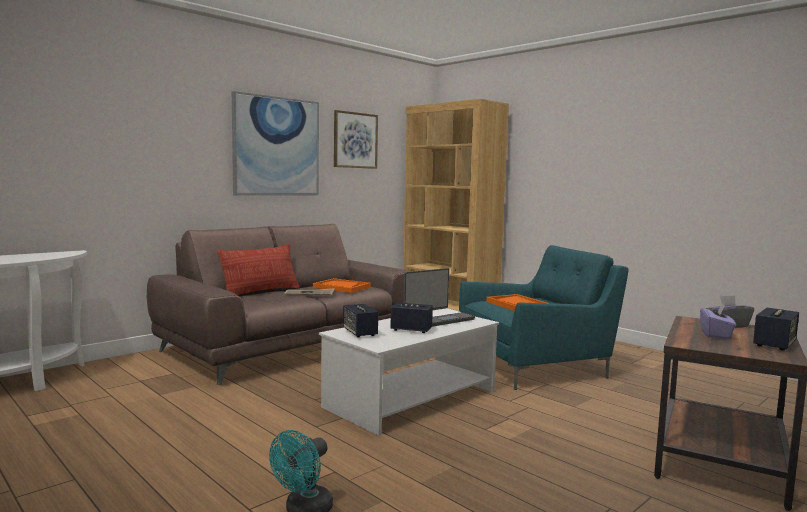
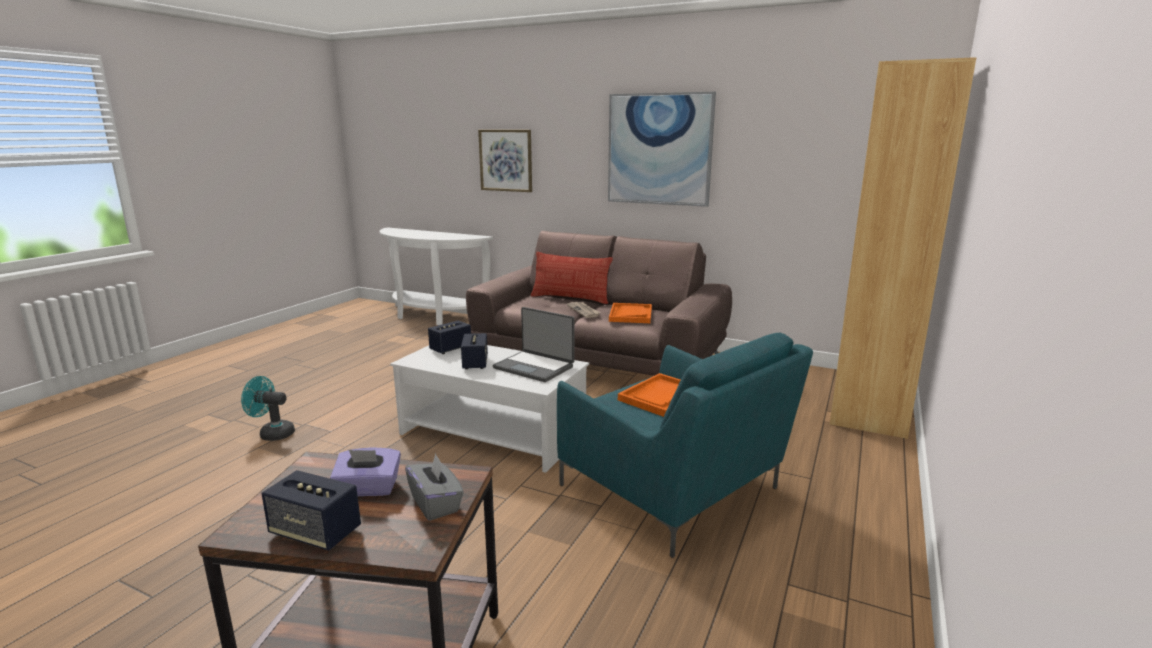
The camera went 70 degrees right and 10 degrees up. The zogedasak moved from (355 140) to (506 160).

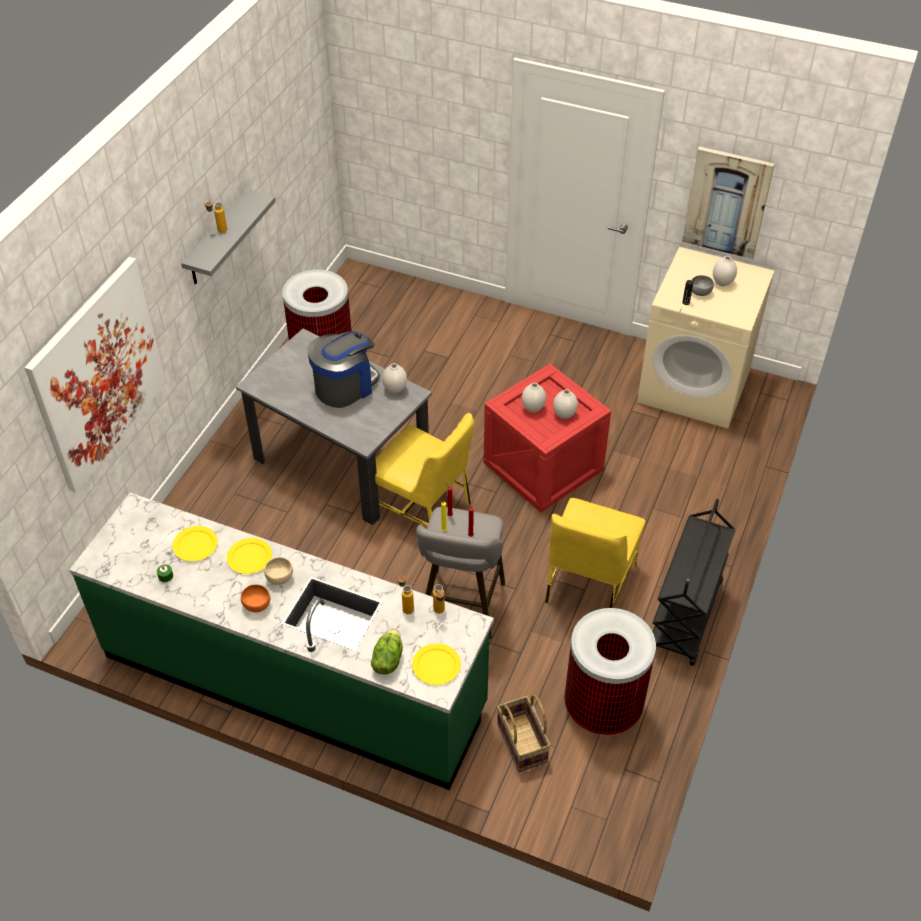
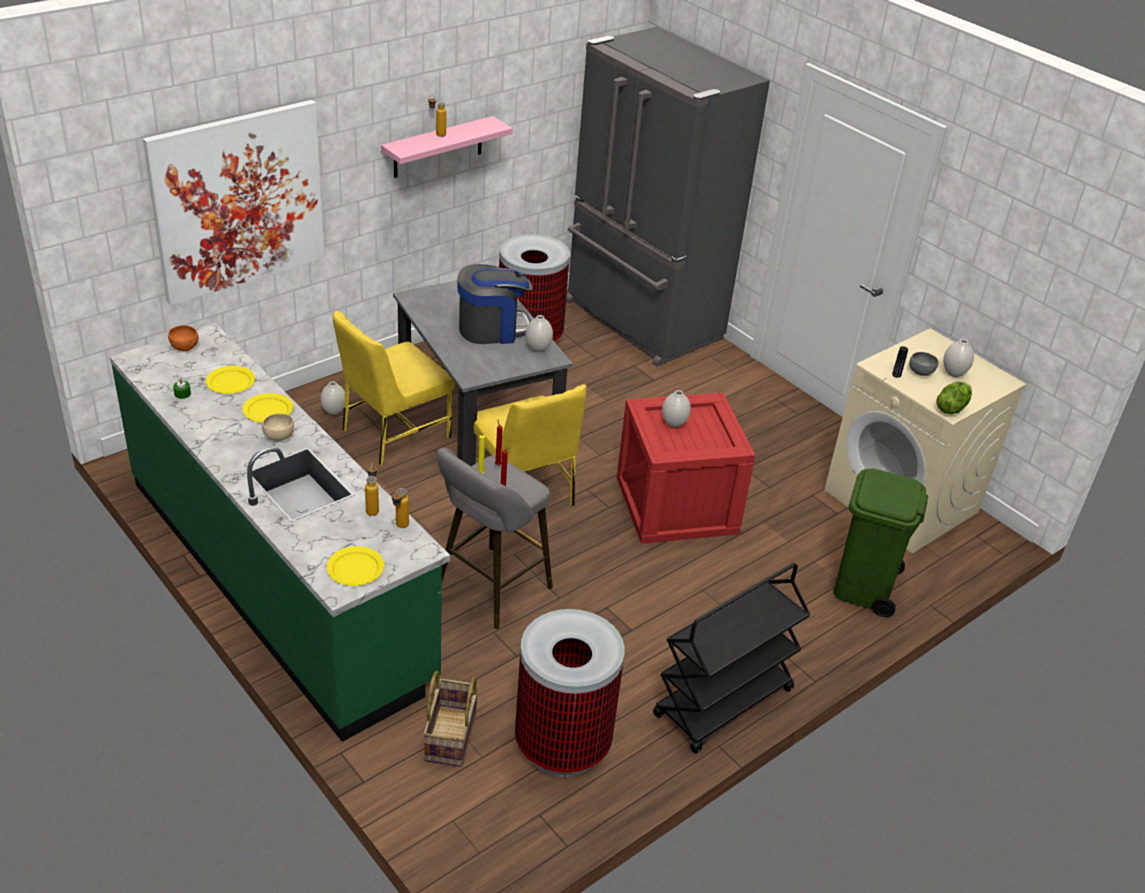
The camera went 25 degrees right and 10 degrees down. The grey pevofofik at (217 239) became the pink pevofofik at (438 147). The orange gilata moved from (257 605) to (185 347). The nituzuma moved from (387 660) to (951 408). The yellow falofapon moved from (588 584) to (393 433). The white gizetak moved from (564 415) to (334 411). The zogedasak at (727 202) disappeared. The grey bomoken at (641 321) appeared. The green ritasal at (863 587) appeared.

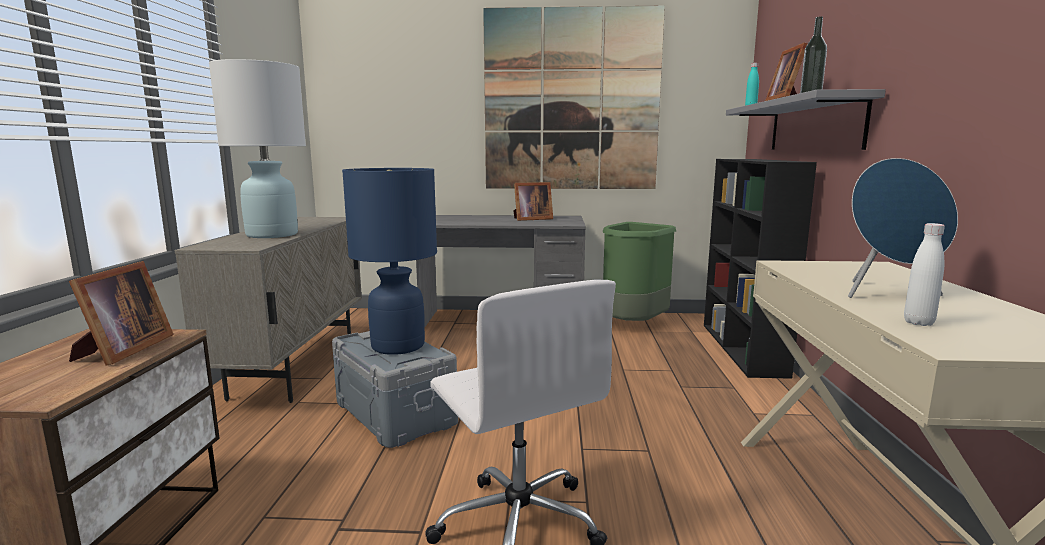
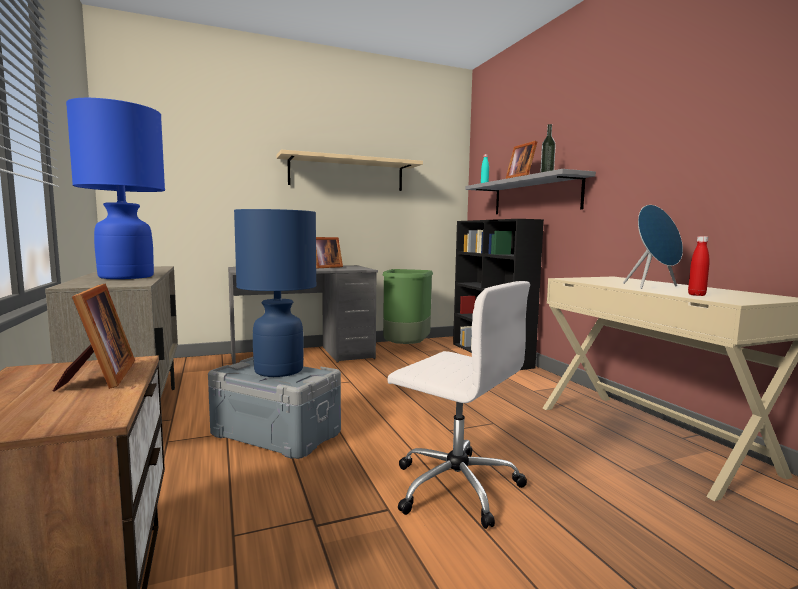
The camera went 25 degrees left and 5 degrees down. The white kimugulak at (271 235) became the blue kimugulak at (126 277). The zogedasak at (571 101) was replaced by the beige pevofofik at (347 174). The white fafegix at (918 322) became the red fafegix at (696 295).

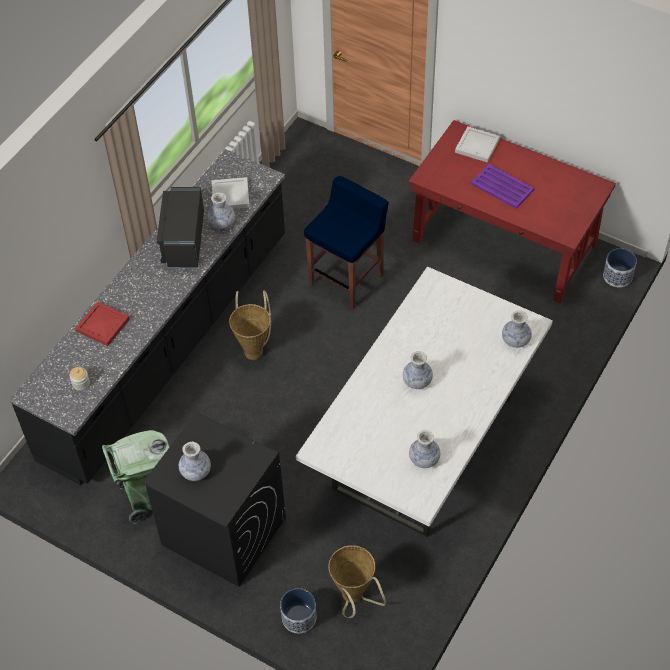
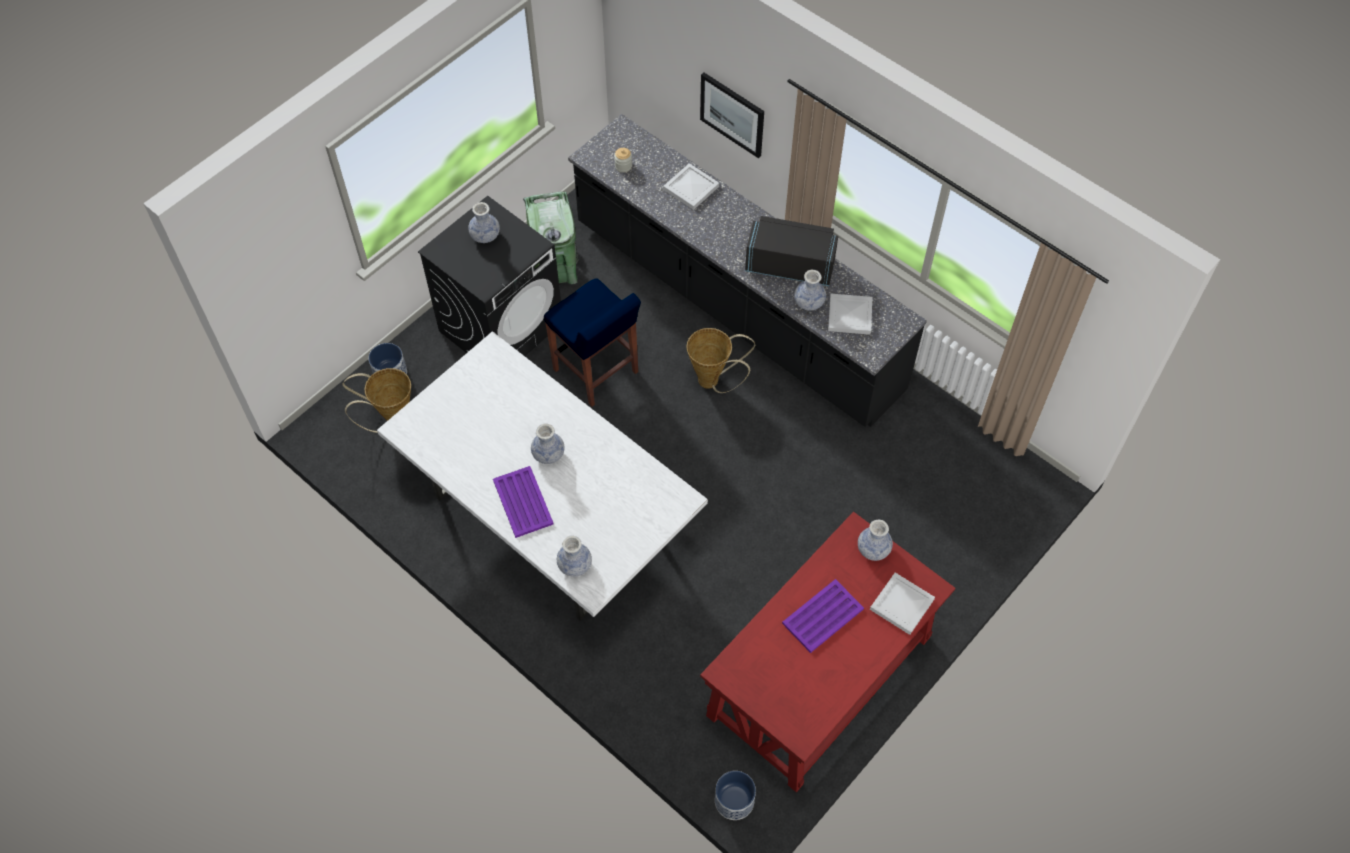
The camera went 100 degrees right and 5 degrees up. The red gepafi at (103 326) became the white gepafi at (690 188). The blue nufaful moved from (347 279) to (596 372). The gizetak moved from (424 459) to (873 549). The purple gepafi at (523 501) appeared. The zogedasak at (732 114) appeared.

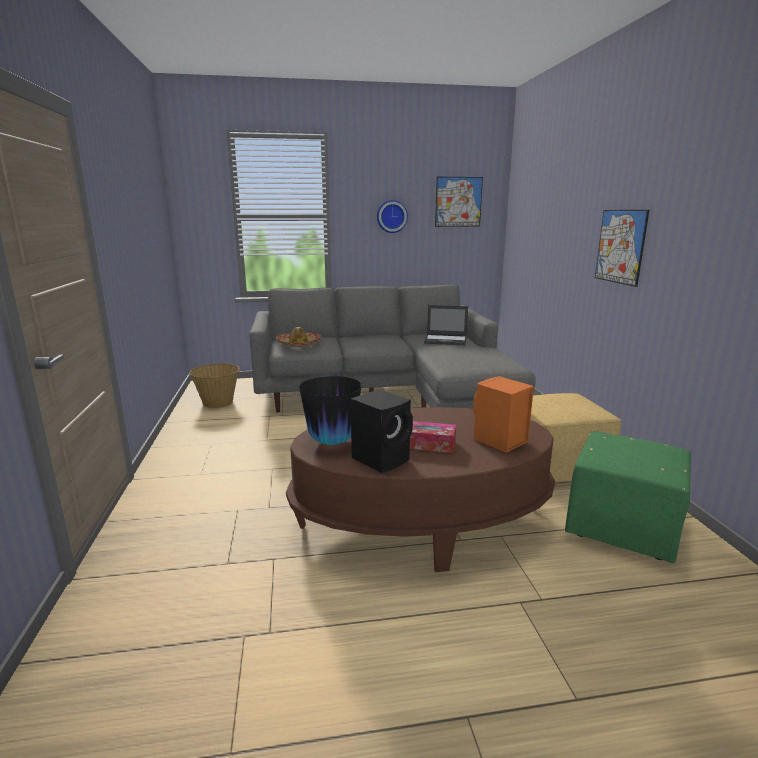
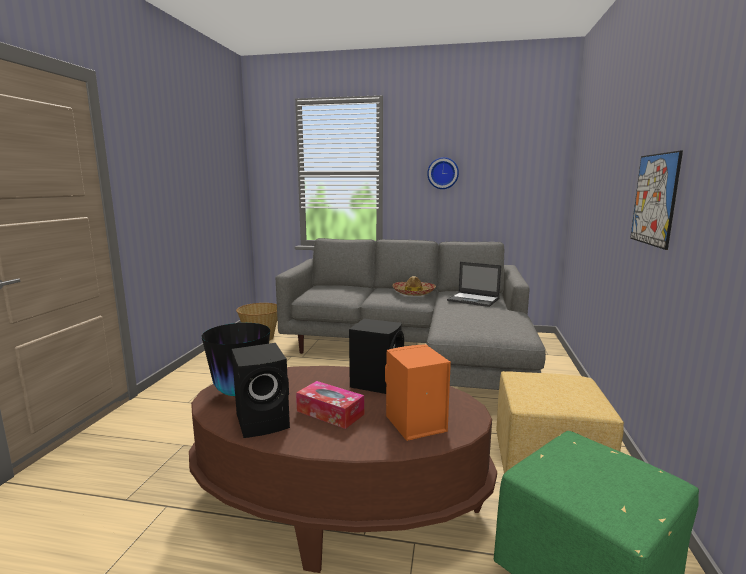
The camera went 20 degrees right and 5 degrees down. The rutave moved from (299 344) to (413 293). The zogedasak at (458 202) disappeared. The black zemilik at (377 383) appeared.

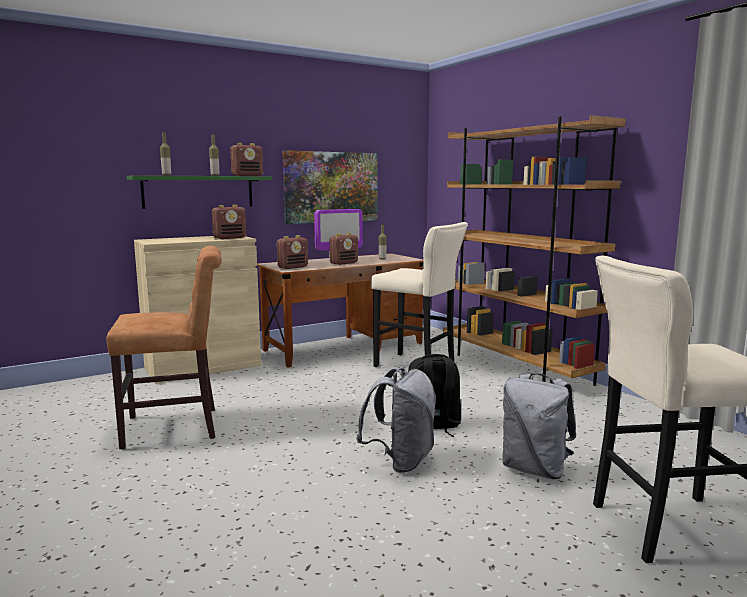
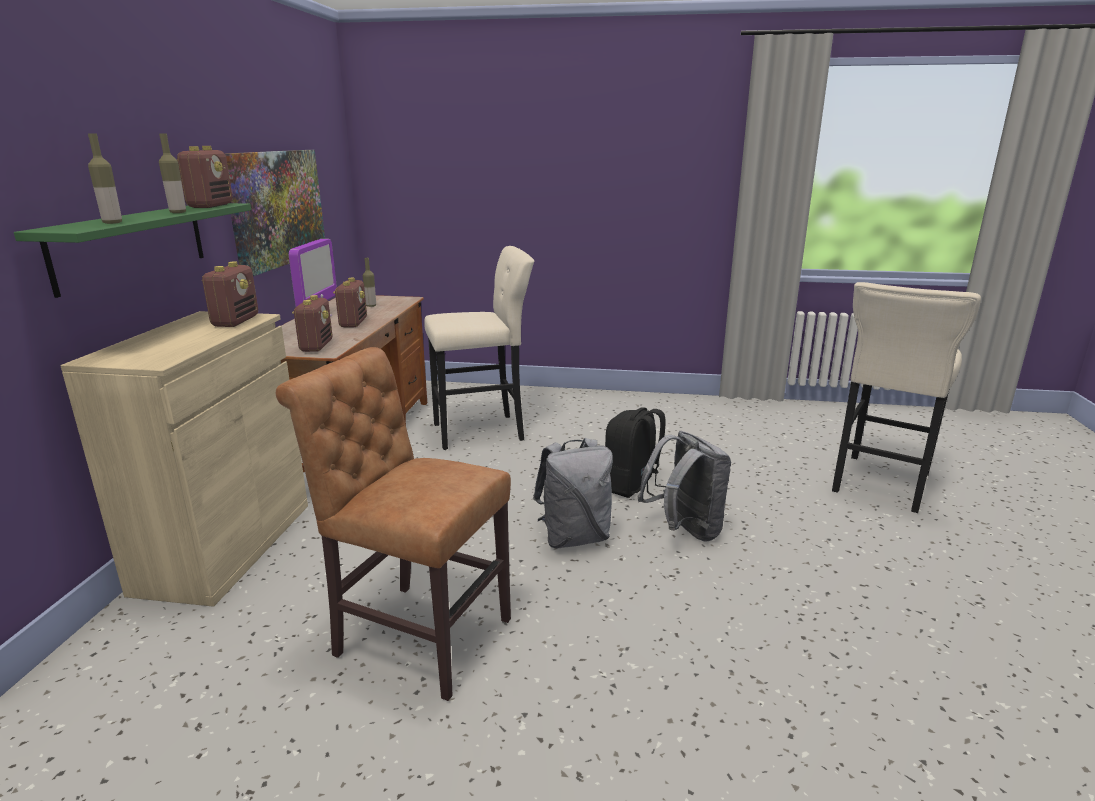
The camera went 50 degrees left and 10 degrees up. The brown falofapon at (177 427) turned 90 degrees counterclockwise. The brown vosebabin at (515 366) disappeared. The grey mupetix moved from (535 469) to (574 537).

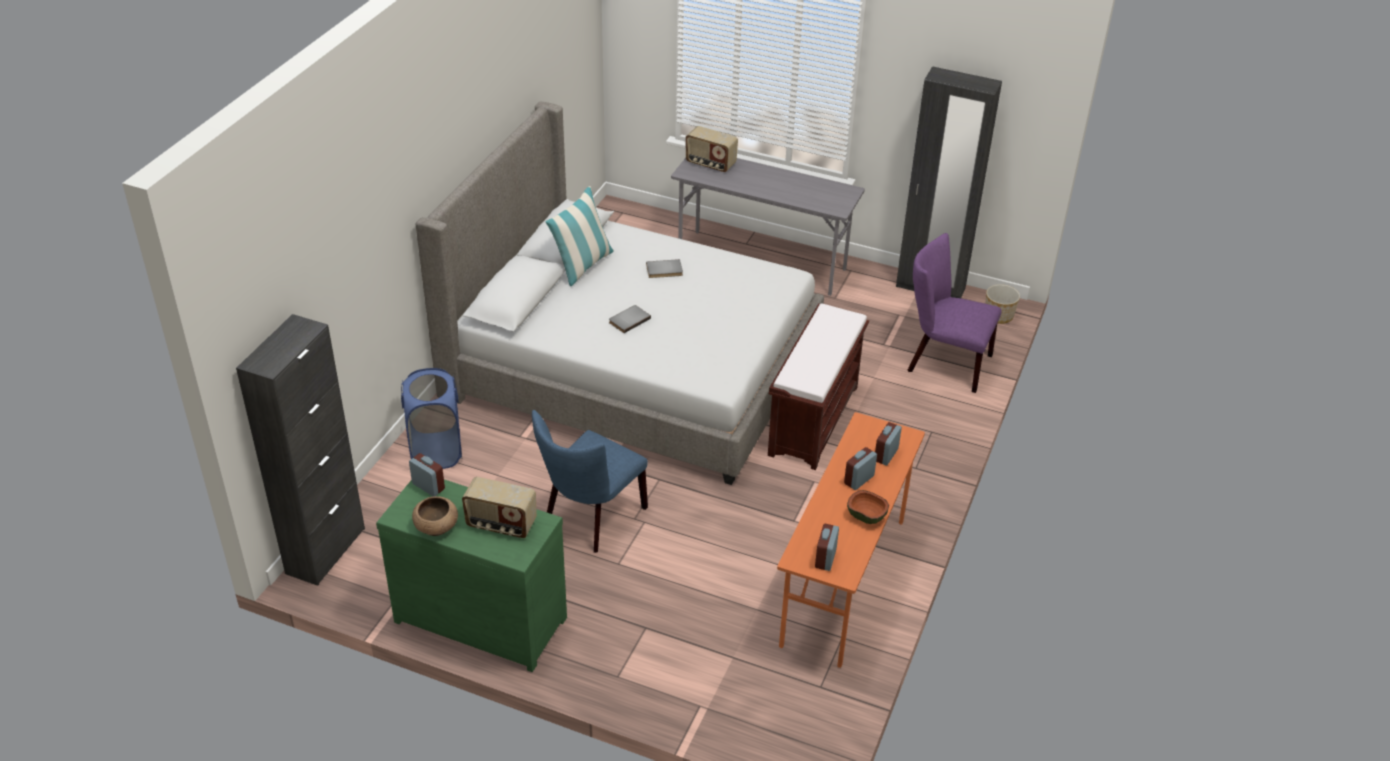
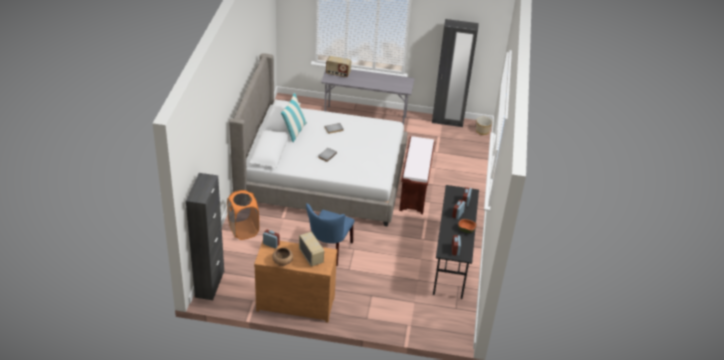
The camera went 15 degrees left and 0 degrees up. The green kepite at (482 616) became the brown kepite at (295 302). The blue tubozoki at (436 451) became the orange tubozoki at (243 230). The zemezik at (501 525) turned 120 degrees counterclockwise. The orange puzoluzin at (844 583) became the black puzoluzin at (451 262). The purple falofapon at (943 362) disappeared.

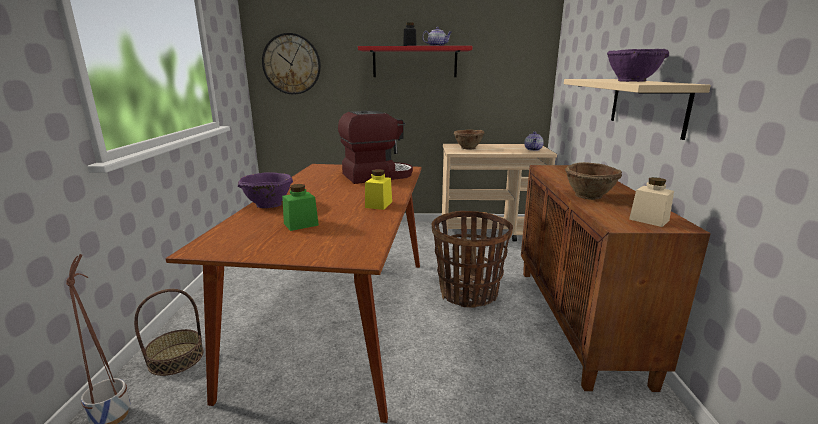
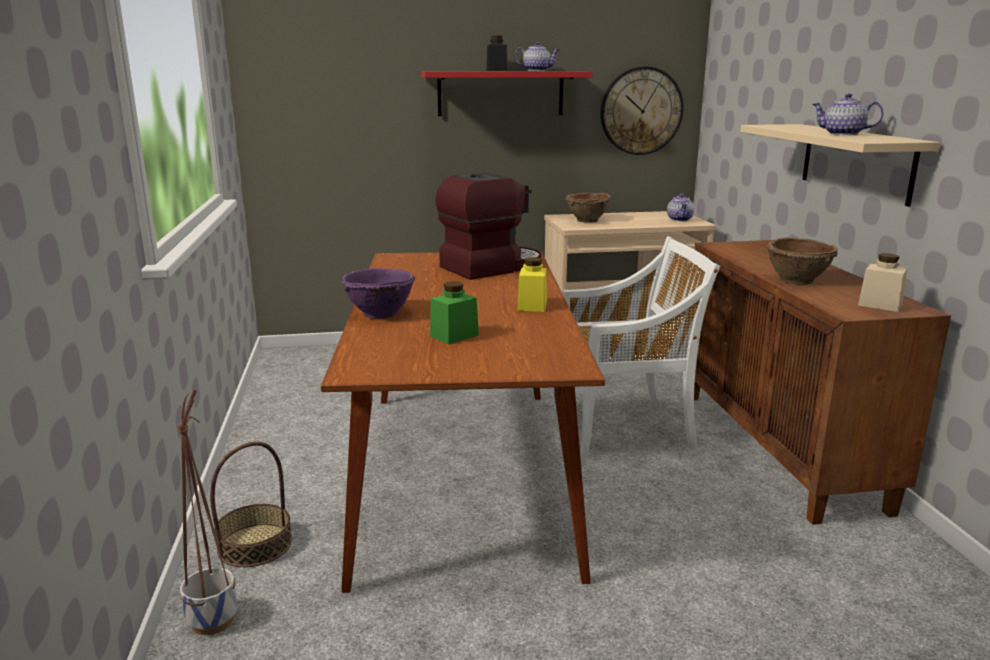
The camera went 10 degrees left and 0 degrees up. The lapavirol moved from (291 64) to (641 111). The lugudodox at (468 293) was replaced by the white falofapon at (624 427). The purple gilata at (632 81) was replaced by the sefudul at (842 134).

